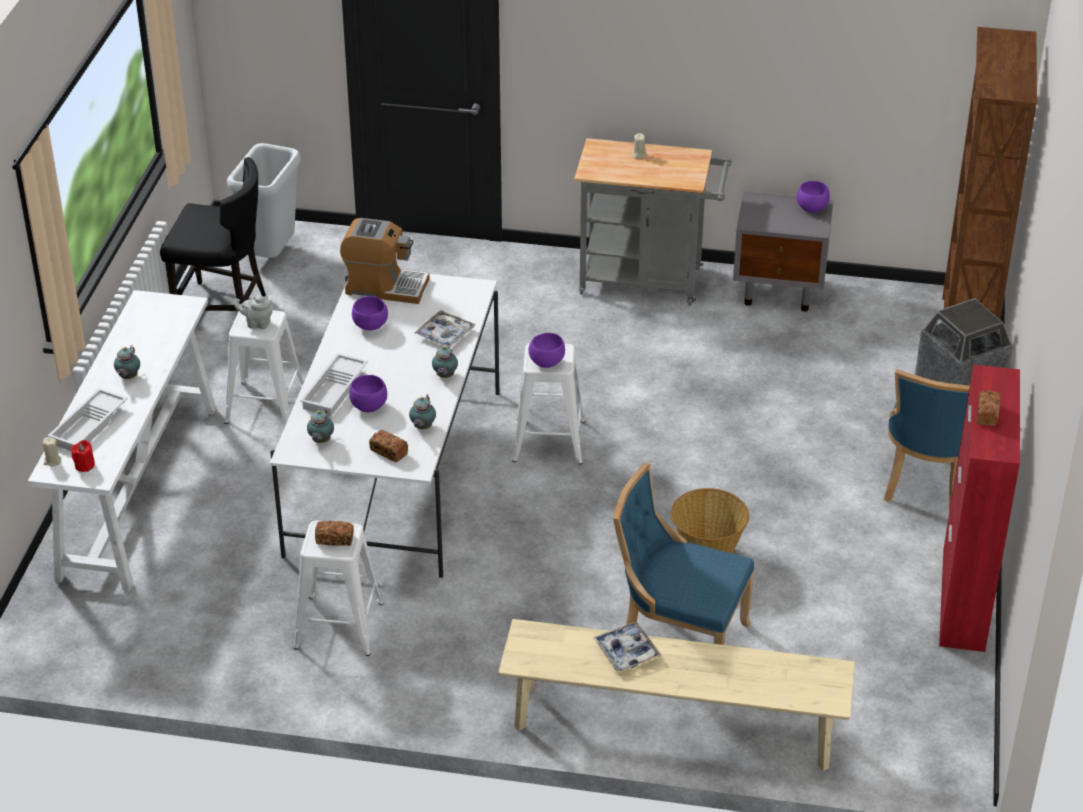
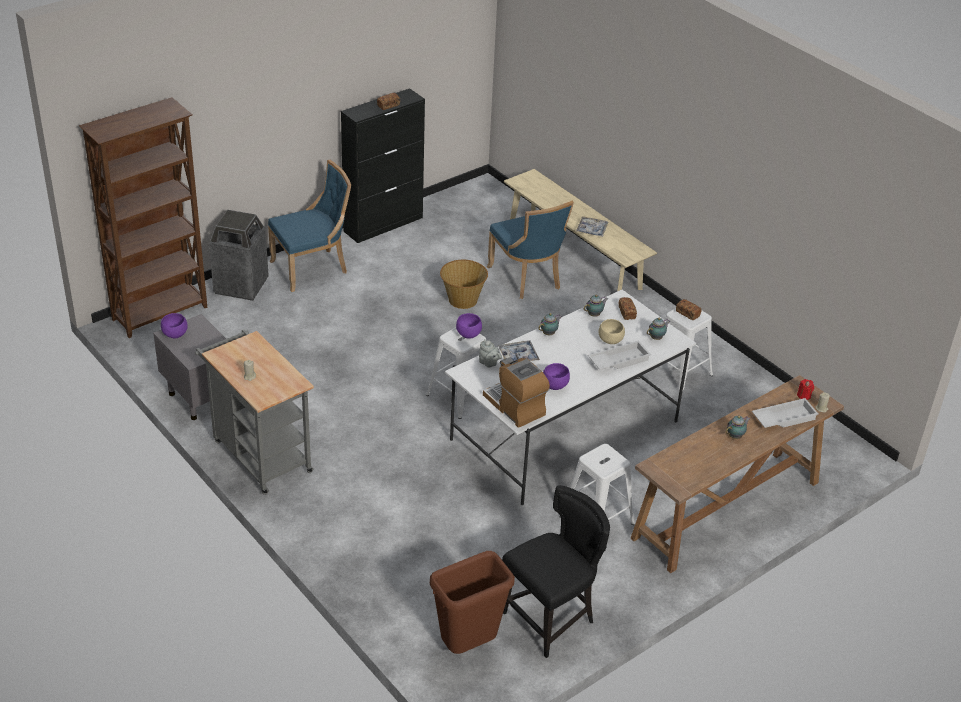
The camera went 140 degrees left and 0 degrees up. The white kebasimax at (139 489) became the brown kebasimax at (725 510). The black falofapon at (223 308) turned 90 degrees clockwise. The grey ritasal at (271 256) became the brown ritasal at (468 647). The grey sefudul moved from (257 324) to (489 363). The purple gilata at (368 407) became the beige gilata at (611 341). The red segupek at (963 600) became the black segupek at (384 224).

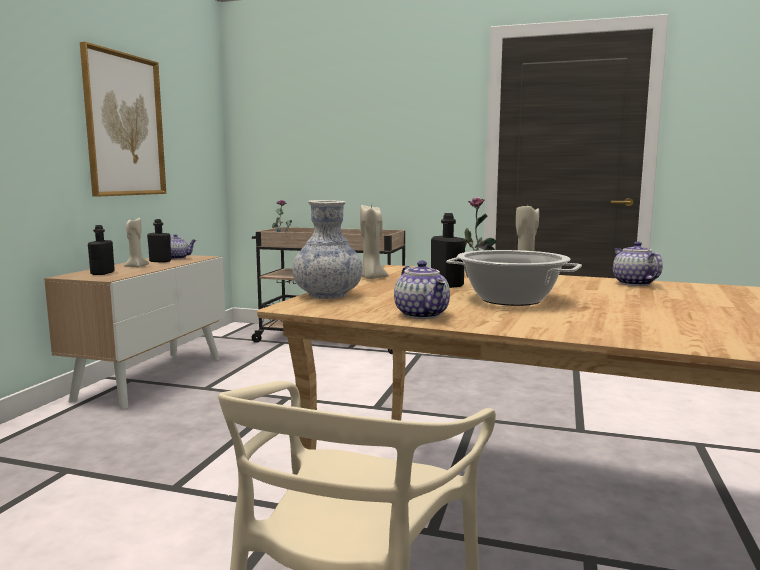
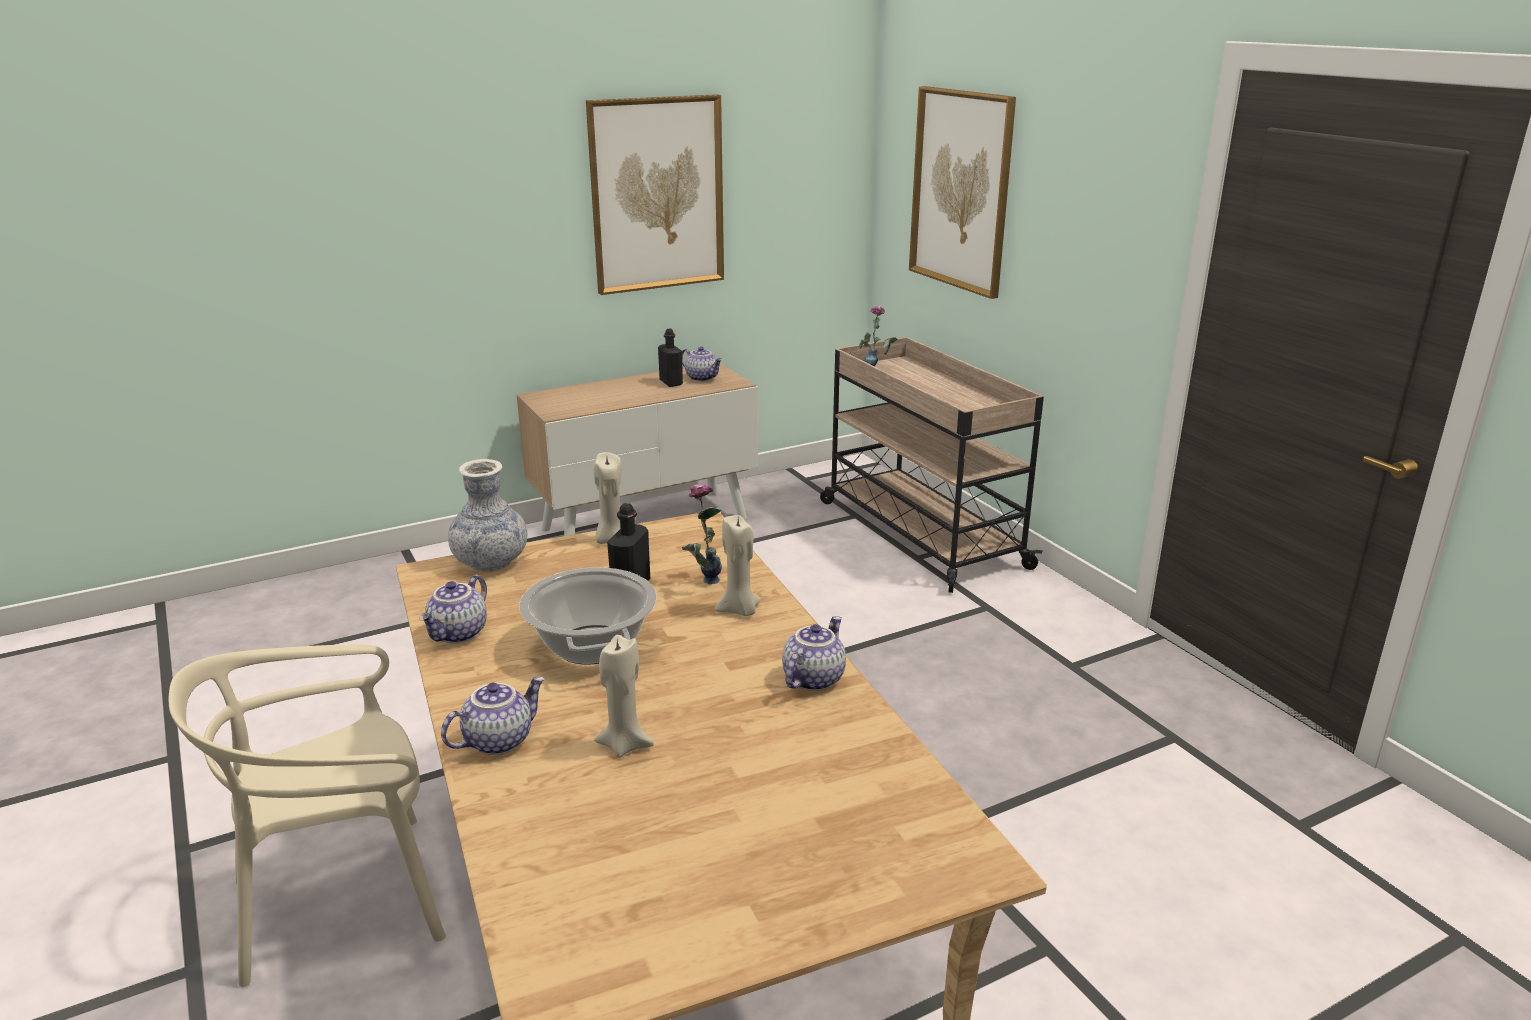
The camera went 45 degrees right and 15 degrees up. The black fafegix at (102 273) disappeared. The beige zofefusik moved from (136 266) to (624 744). The sefudul at (498 740) appeared. The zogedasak at (961 190) appeared.

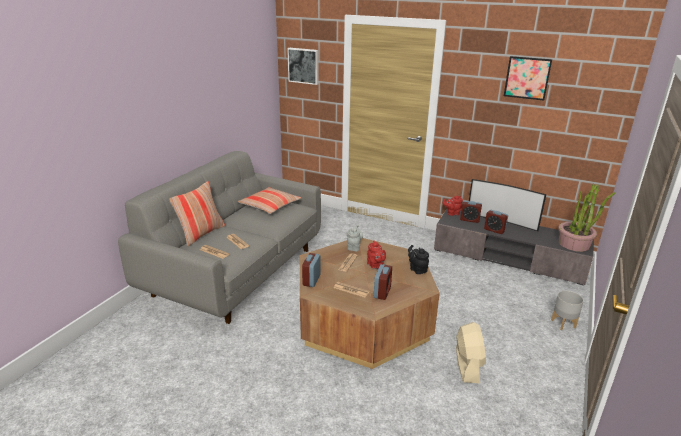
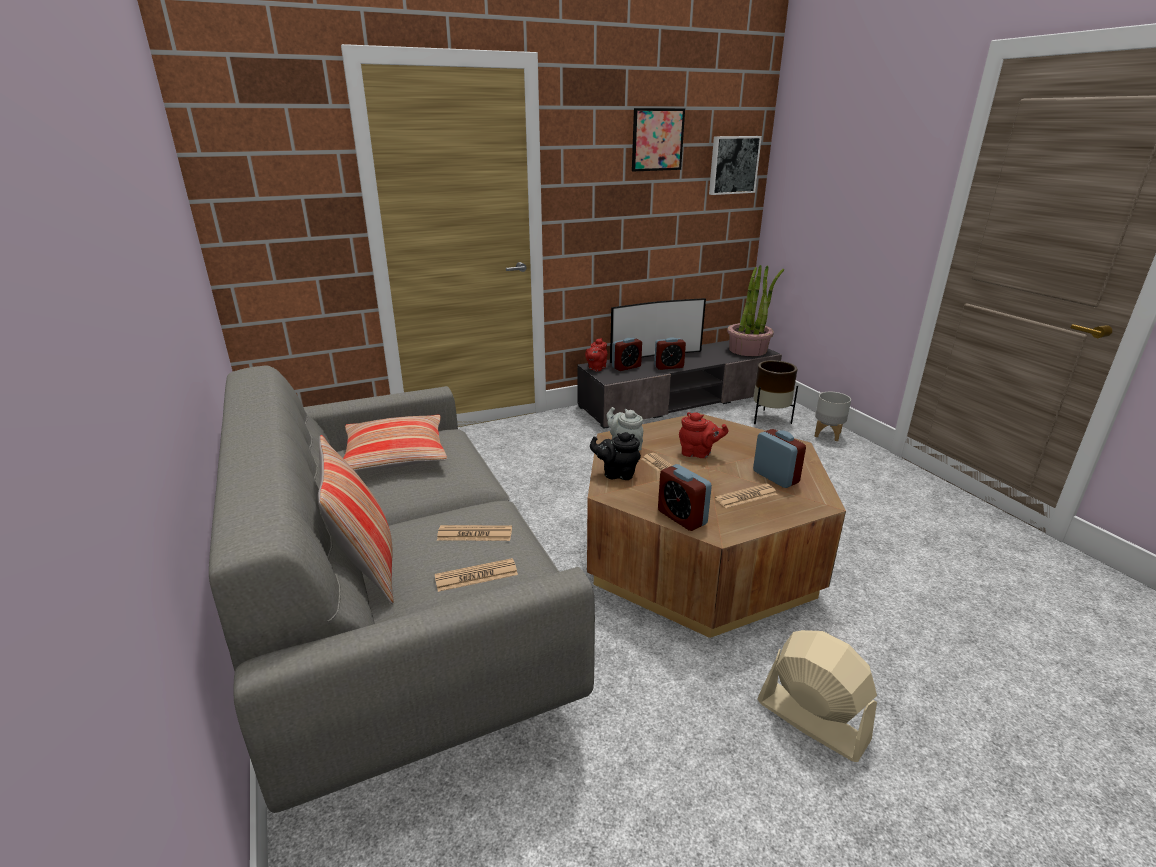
The camera went 50 degrees left and 0 degrees up. The zogedasak moved from (304 65) to (733 165). The black sefudul moved from (417 269) to (617 474). The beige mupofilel moved from (467 365) to (811 720). The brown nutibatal at (769 419) appeared.

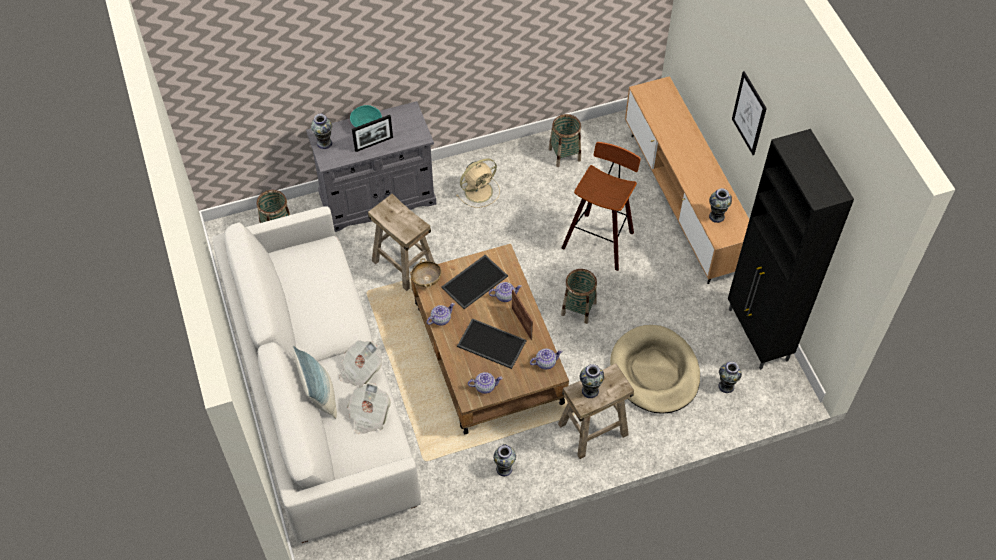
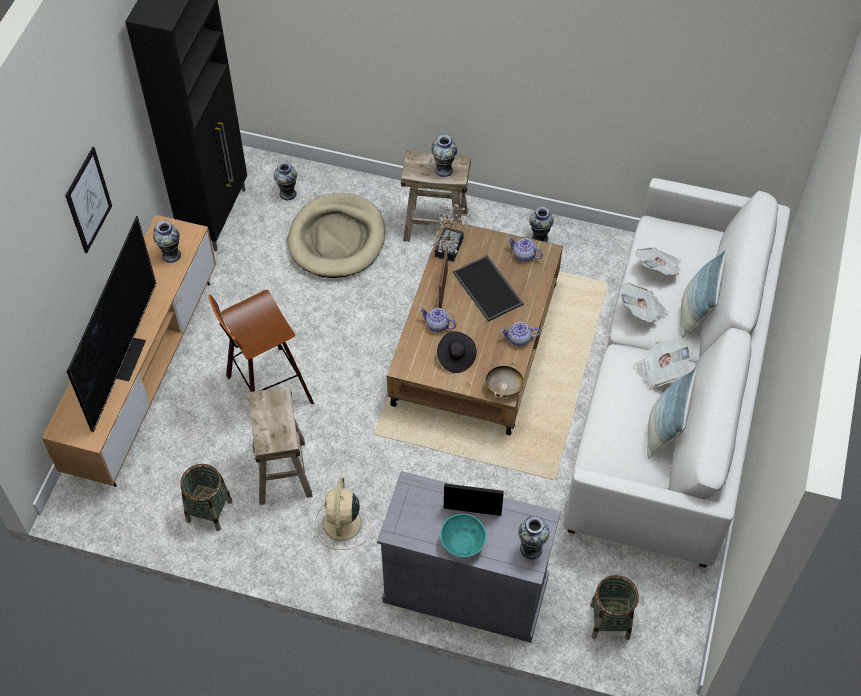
The camera went 145 degrees left and 0 degrees up. The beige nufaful moved from (403 264) to (282 471). The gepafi at (474 281) was replaced by the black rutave at (455 357). The beige mupofilel at (479 191) turned 90 degrees counterclockwise. The sefudul at (545 362) was replaced by the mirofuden at (450 244). The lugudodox at (578 308) disappeared. The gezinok at (124 356) appeared. The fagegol at (660 370) appeared. The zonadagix at (664 430) appeared.

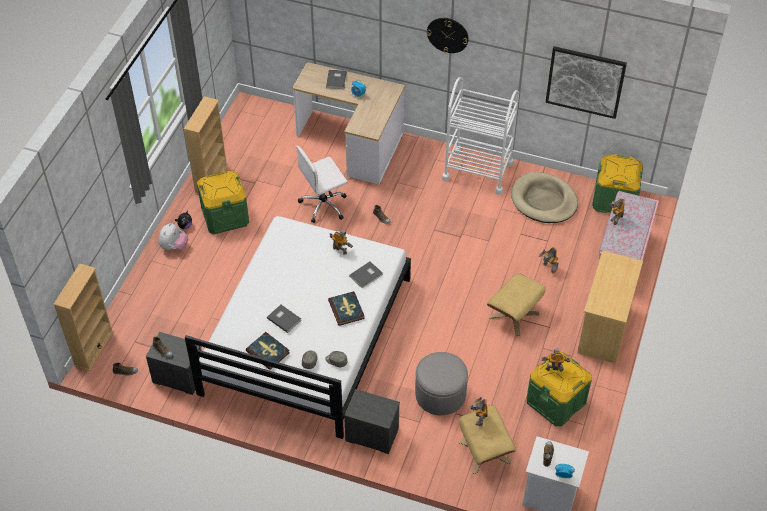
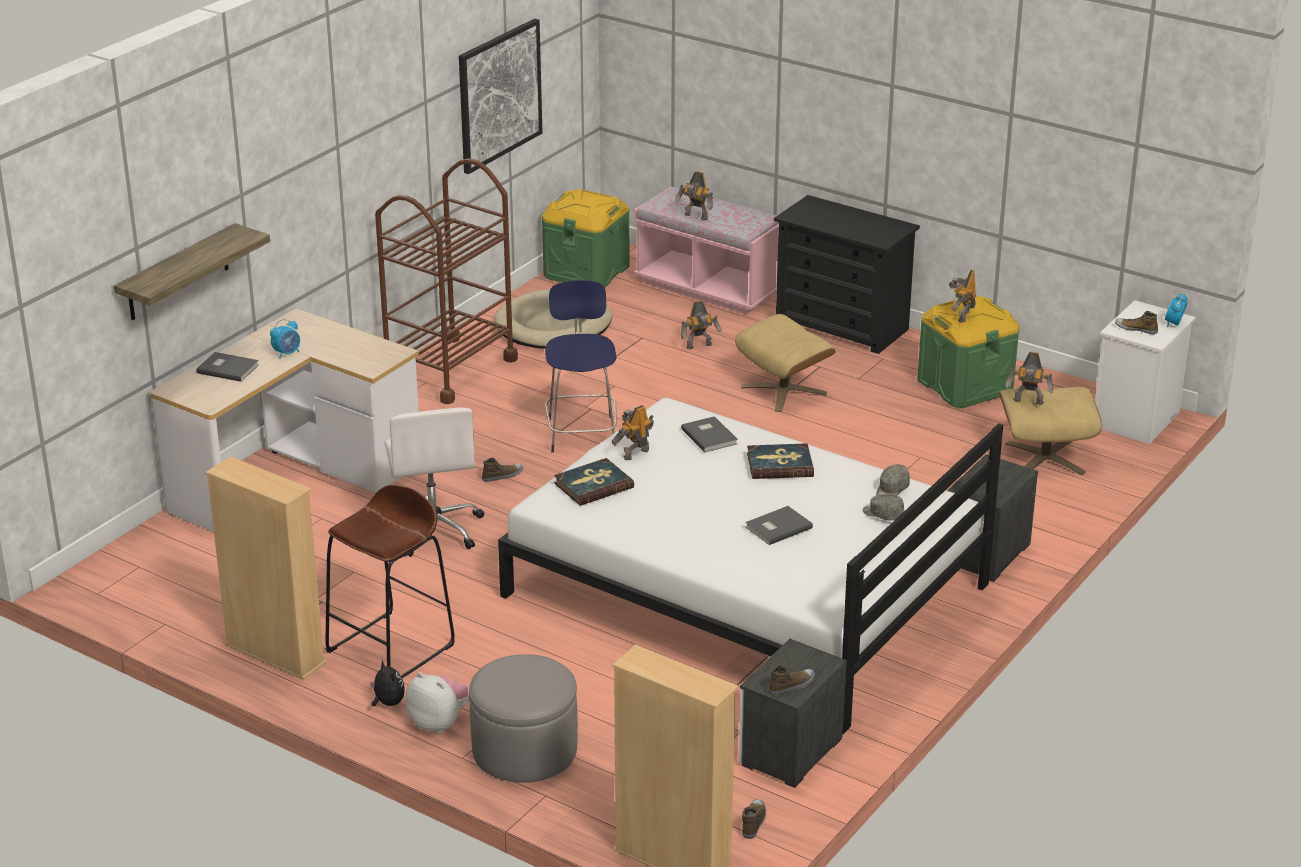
The camera went 75 degrees left and 20 degrees down. The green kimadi at (225 216) was replaced by the brown nufaful at (391 648). The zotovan moved from (268 352) to (593 485). The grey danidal moved from (440 394) to (524 750). The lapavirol at (447 35) disappeared. The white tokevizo at (477 171) became the brown tokevizo at (450 369). The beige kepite at (604 330) became the black kepite at (842 326). The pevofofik at (178 273) appeared. The blue nufaful at (582 432) appeared.

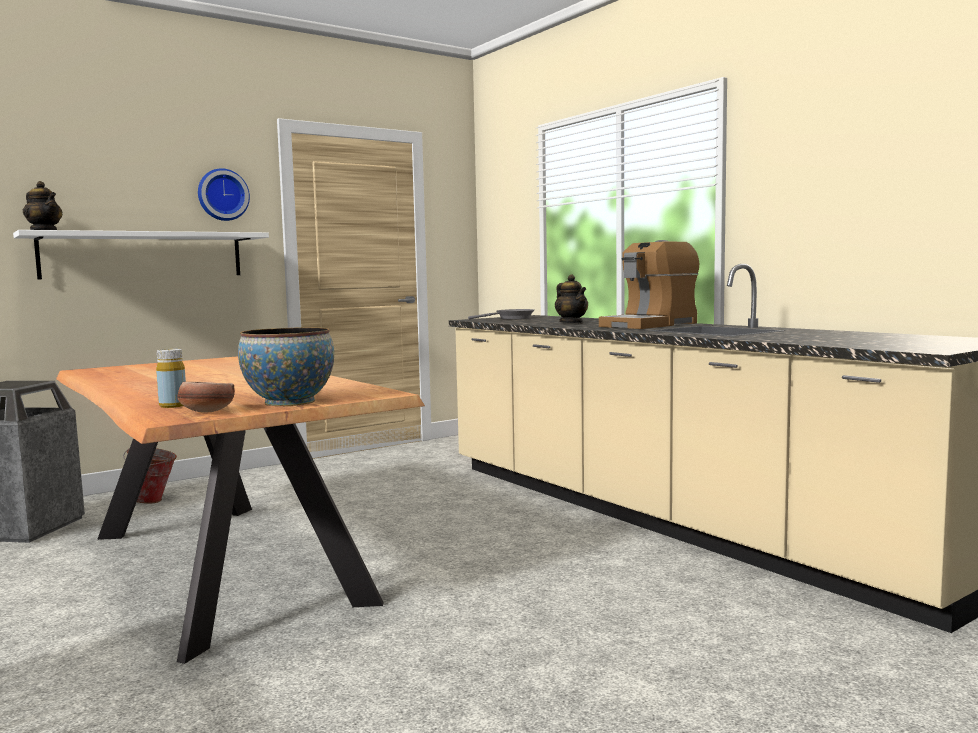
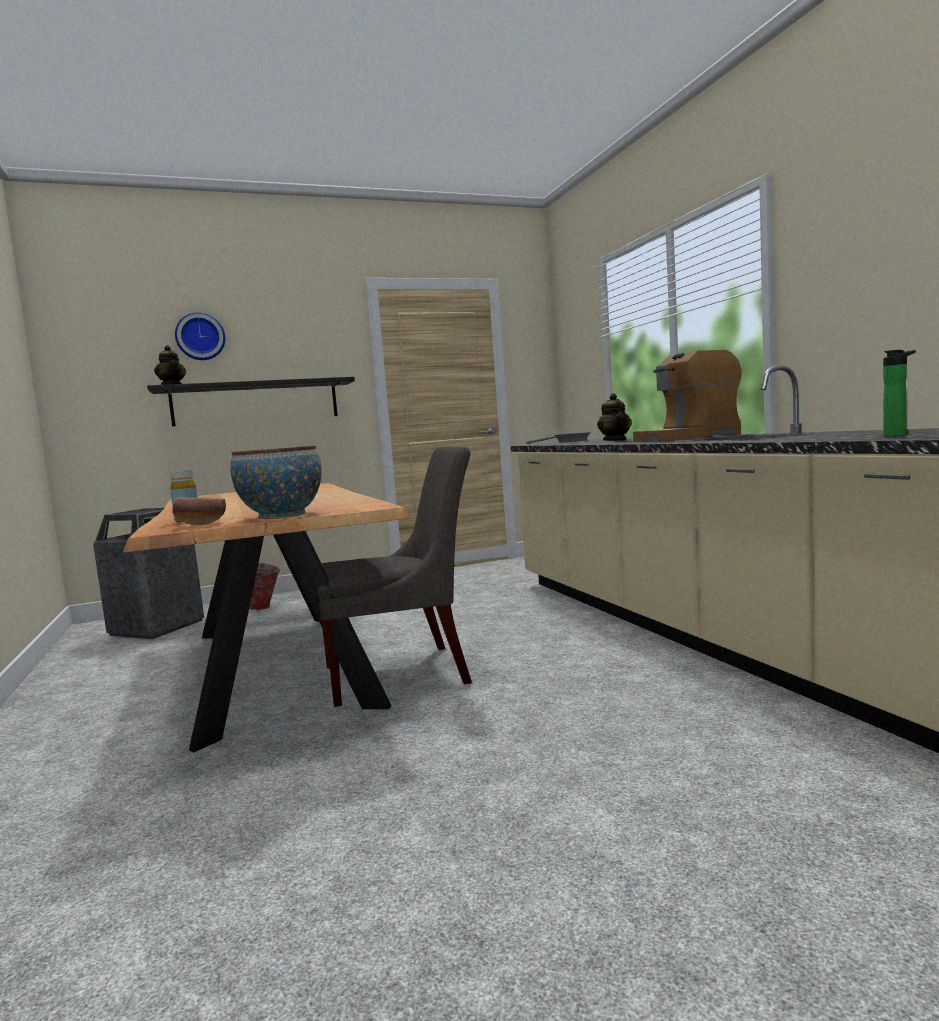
The camera went 15 degrees right and 0 degrees up. The white pevofofik at (144 255) became the black pevofofik at (256 403). The lapavirol moved from (222 195) to (200 337). The grey falofapon at (403 673) appeared. The fafegix at (898 435) appeared.

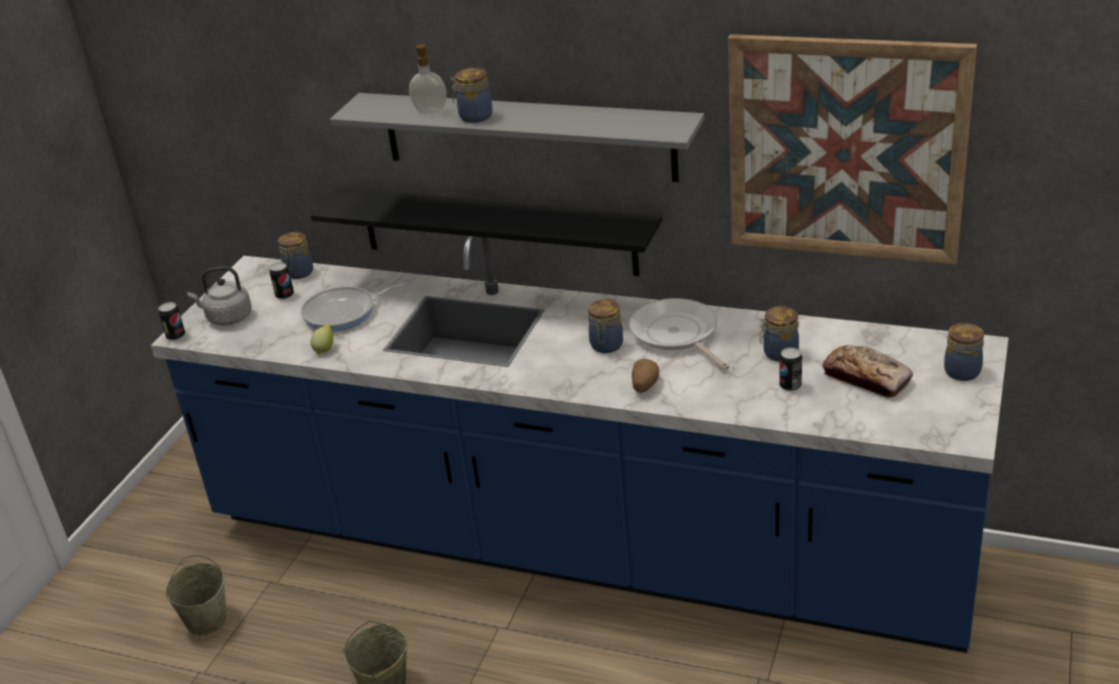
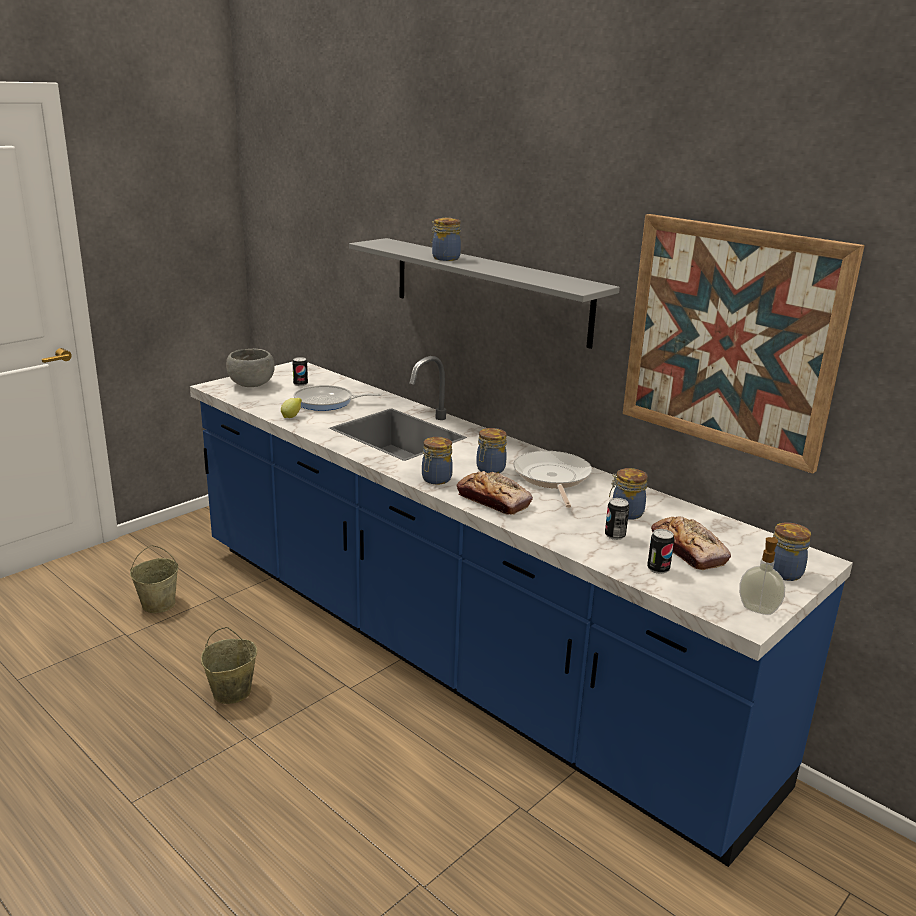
The camera went 20 degrees right and 10 degrees down. The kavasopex moved from (176 336) to (658 569). The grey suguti at (227 318) was replaced by the grey gilata at (251 385). The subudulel moved from (298 273) to (435 479). The black pevofofik at (497 231) disappeared. The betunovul moved from (430 110) to (758 609). The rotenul at (644 386) was replaced by the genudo at (493 500).

